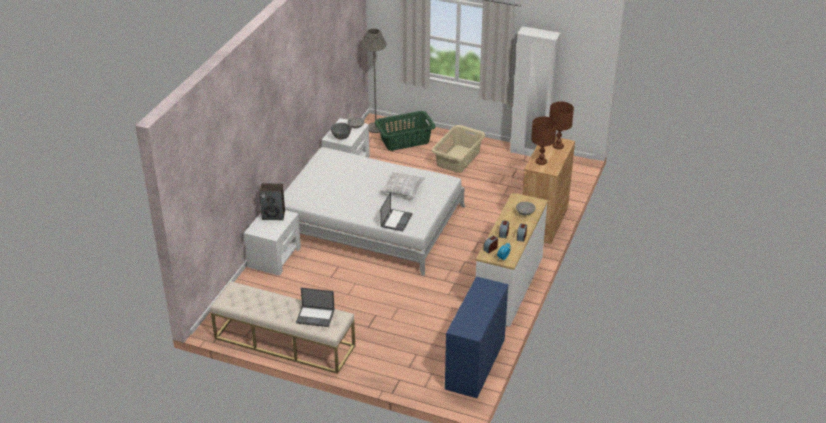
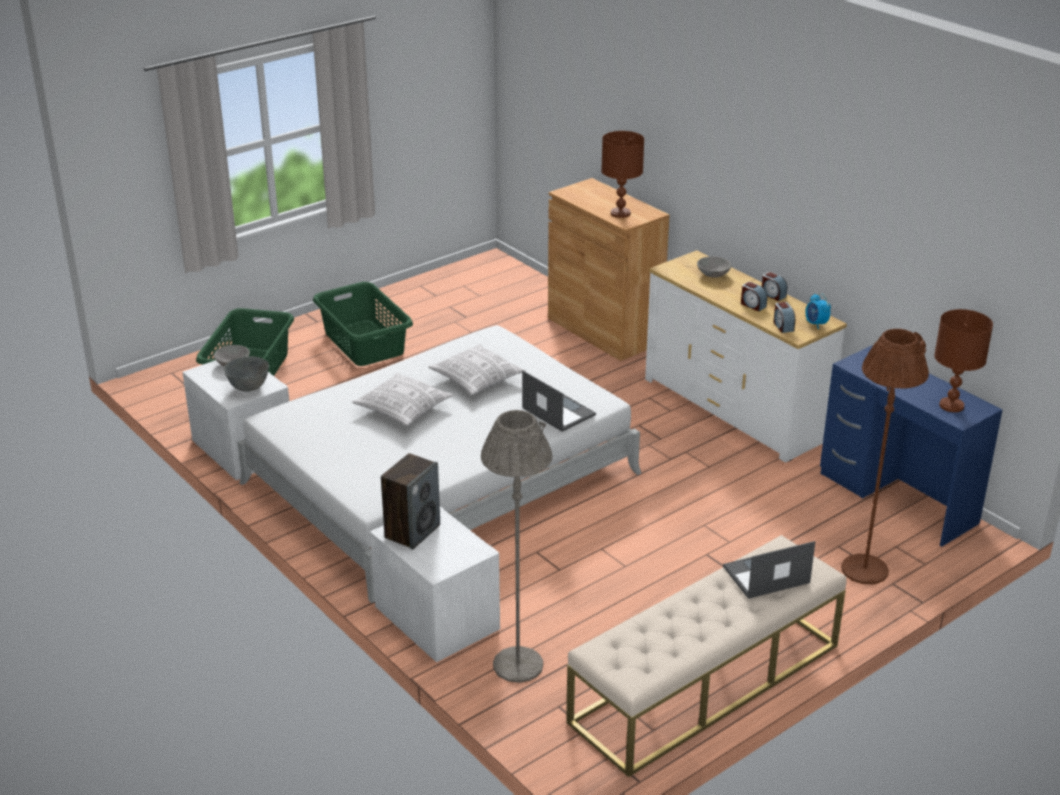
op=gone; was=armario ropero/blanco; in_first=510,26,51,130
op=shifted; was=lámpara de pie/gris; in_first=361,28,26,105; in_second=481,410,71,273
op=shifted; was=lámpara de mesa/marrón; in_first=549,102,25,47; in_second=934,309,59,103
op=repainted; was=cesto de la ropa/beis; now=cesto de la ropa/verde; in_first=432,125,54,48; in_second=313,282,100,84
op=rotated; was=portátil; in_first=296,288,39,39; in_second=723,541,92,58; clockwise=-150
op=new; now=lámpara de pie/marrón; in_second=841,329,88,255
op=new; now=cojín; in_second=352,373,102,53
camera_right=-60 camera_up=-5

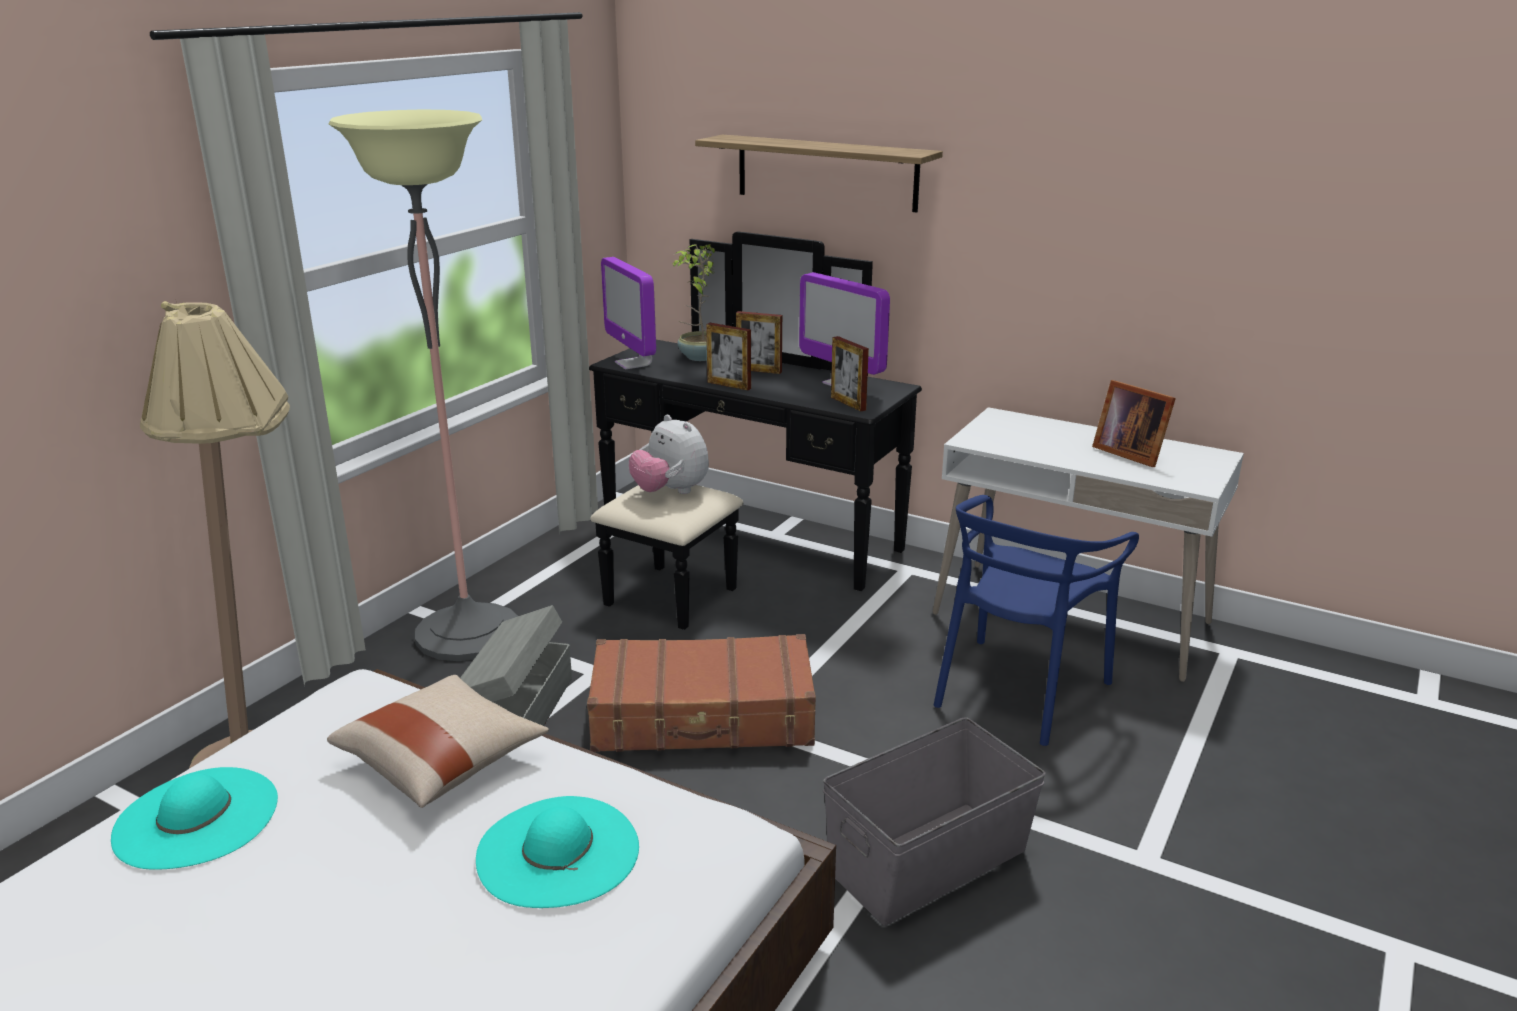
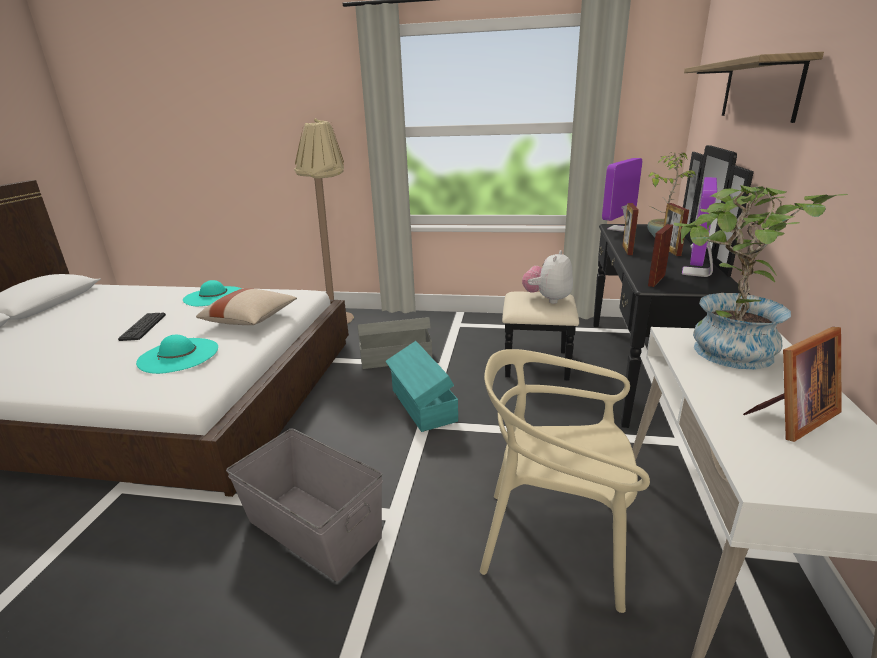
op=gone; was=lámpara de pie; in_first=329,109,189,552
op=rotated; was=portarretratos; in_first=1092,380,84,87; in_second=743,327,99,115; clockwise=-150
op=repainted; was=silla/azul; now=silla/beis; in_first=934,495,205,251; in_second=480,349,170,264
op=swapped; was=maleta/marrón; now=caja de almacenaje/turquesa; in_first=587,634,229,118; in_second=386,341,72,91
op=new; now=planta en maceta; in_second=674,185,174,184
op=new; now=teclado; in_second=118,312,48,29
camera_right=70 camera_up=0

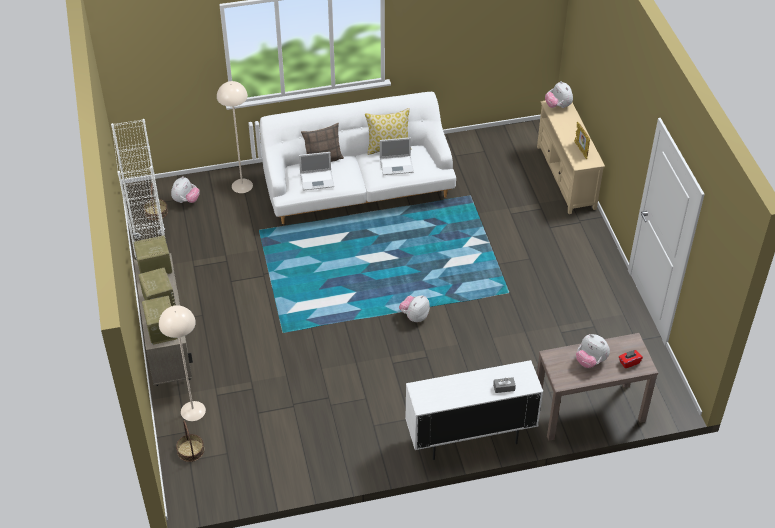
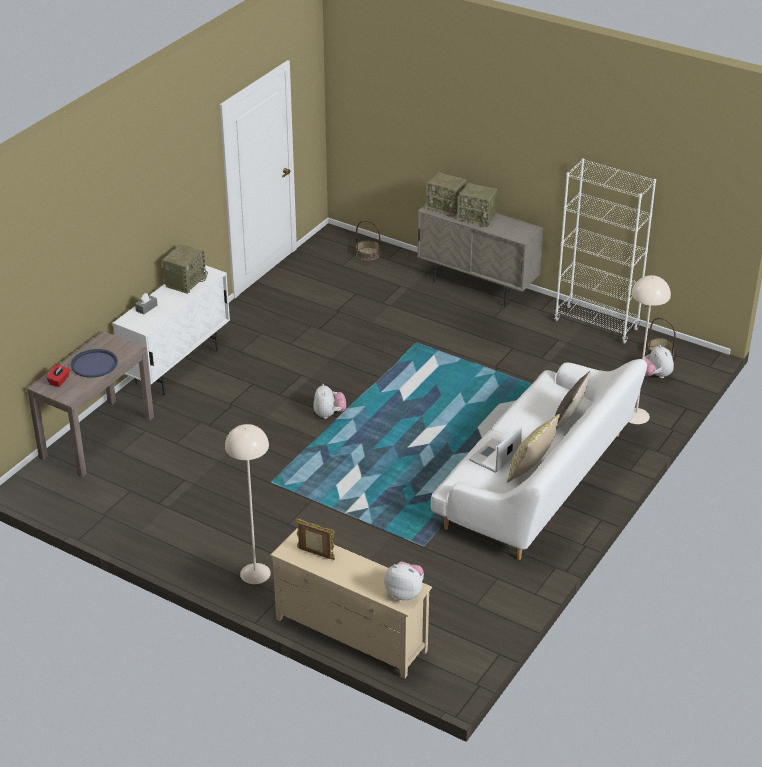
op=gone; was=portátil; in_first=299,152,35,39
op=shifted; was=radio; in_first=133,235,39,39; in_second=162,244,46,50
op=shifted; was=lámpara de pie/beis; in_first=159,305,47,116; in_second=225,424,46,160
op=swapped; was=peluche; now=bandeja/azul; in_first=576,334,34,34; in_second=71,349,47,29
camera_right=135 camera_up=-10

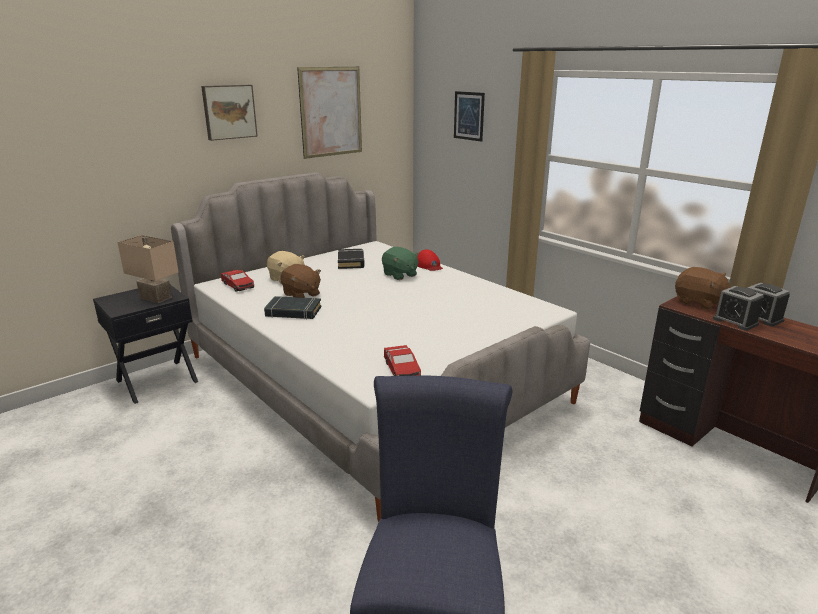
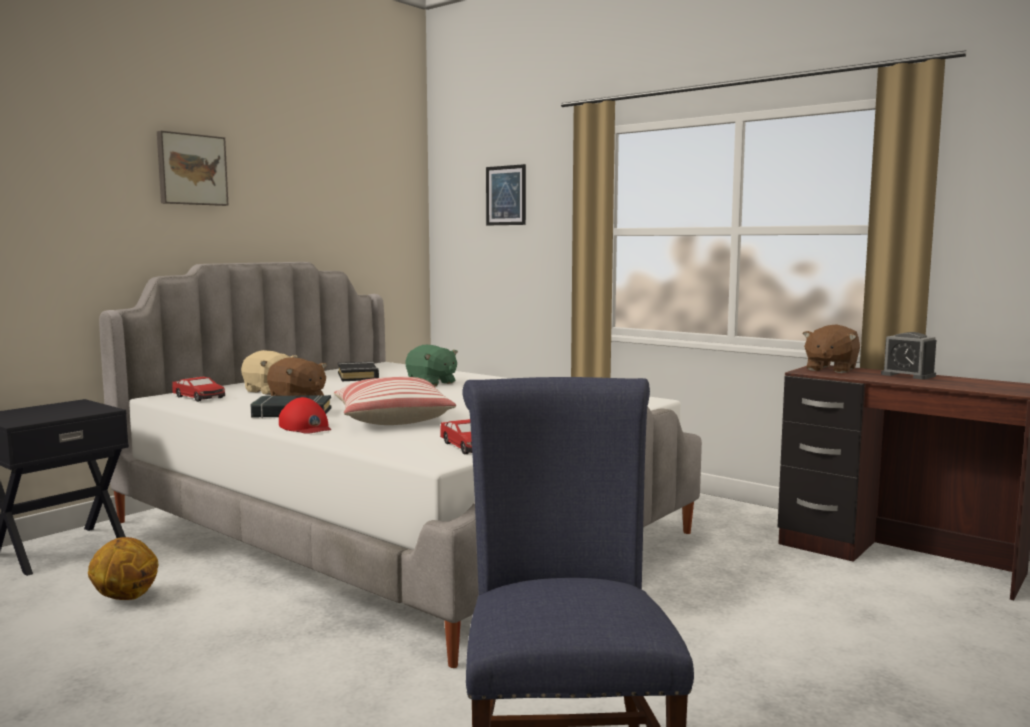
op=gone; was=cuadro; in_first=297,67,65,92
op=gone; was=lámpara de mesa/beis; in_first=117,235,62,68
op=shifted; was=gorra/rojo; in_first=417,249,26,22; in_second=279,397,53,37
op=rotated; was=peluche/marrón; in_first=675,267,56,43; in_second=802,324,58,49; clockwise=90
op=gone; was=despertador; in_first=713,286,51,45
op=new; now=cojín; in_second=334,377,122,48
op=new; now=balón de baloncesto; in_second=88,537,70,63
camera_right=-10 camera_up=-15

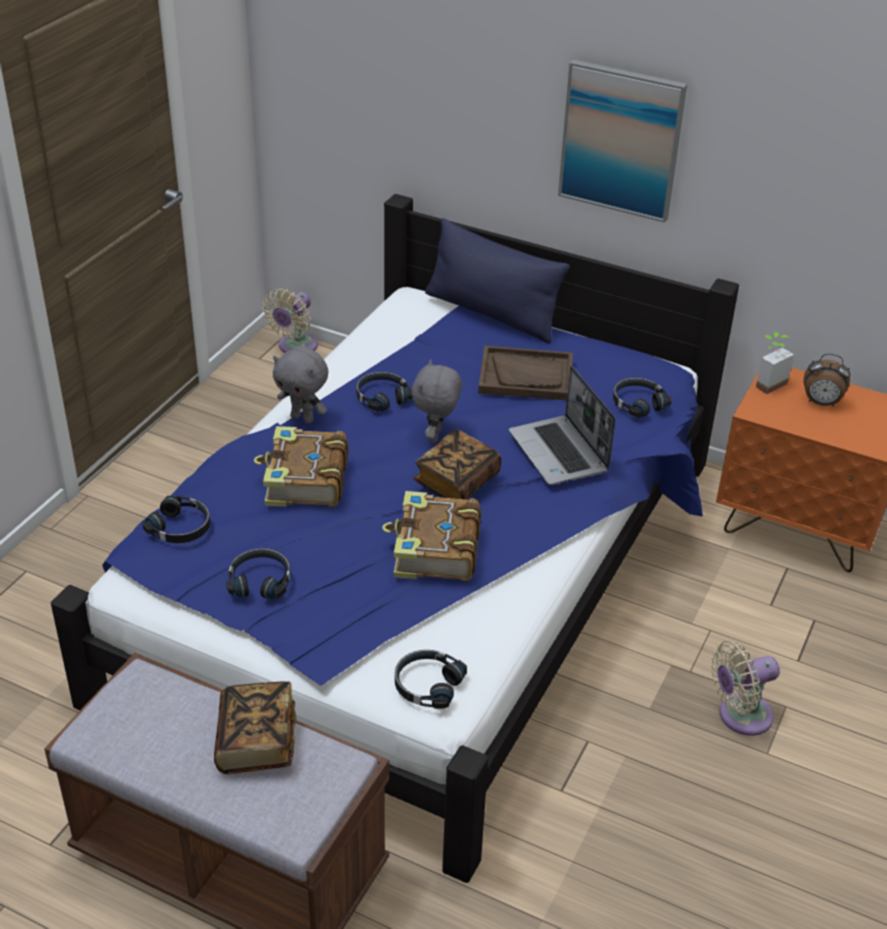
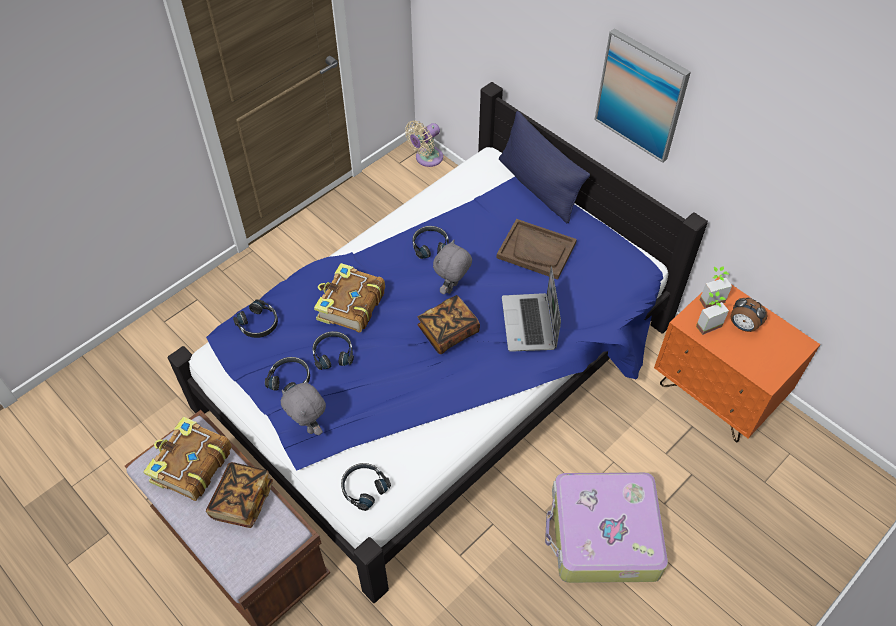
op=shifted; was=peluche/gris; in_first=273,347,55,77; in_second=281,383,45,52
op=shifted; was=auriculares/negro; in_first=613,378,58,40; in_second=312,331,42,39
op=shifted; was=libro; in_first=382,491,99,90; in_second=143,417,89,84
op=swapped; was=ventilador/beis; now=maleta; in_first=711,641,69,95; in_second=545,472,123,111
op=new; now=planta en maceta; in_second=696,291,33,44
camera_right=20 camera_up=15

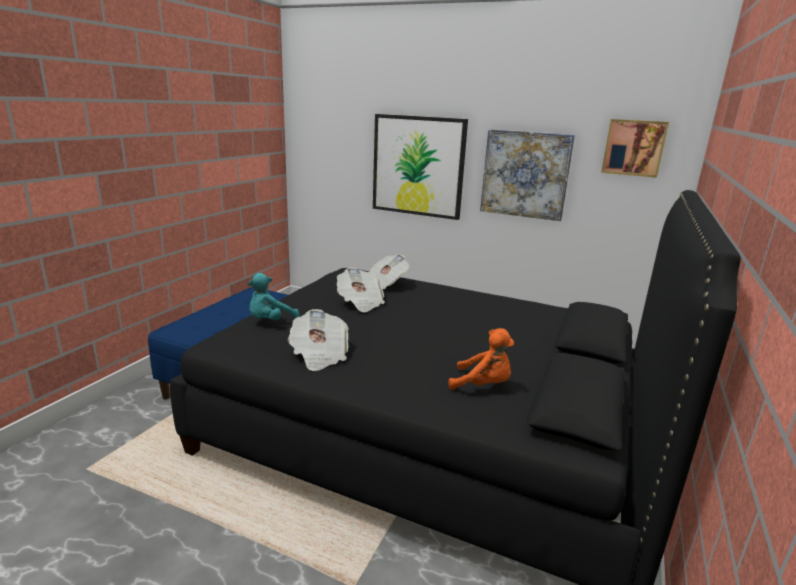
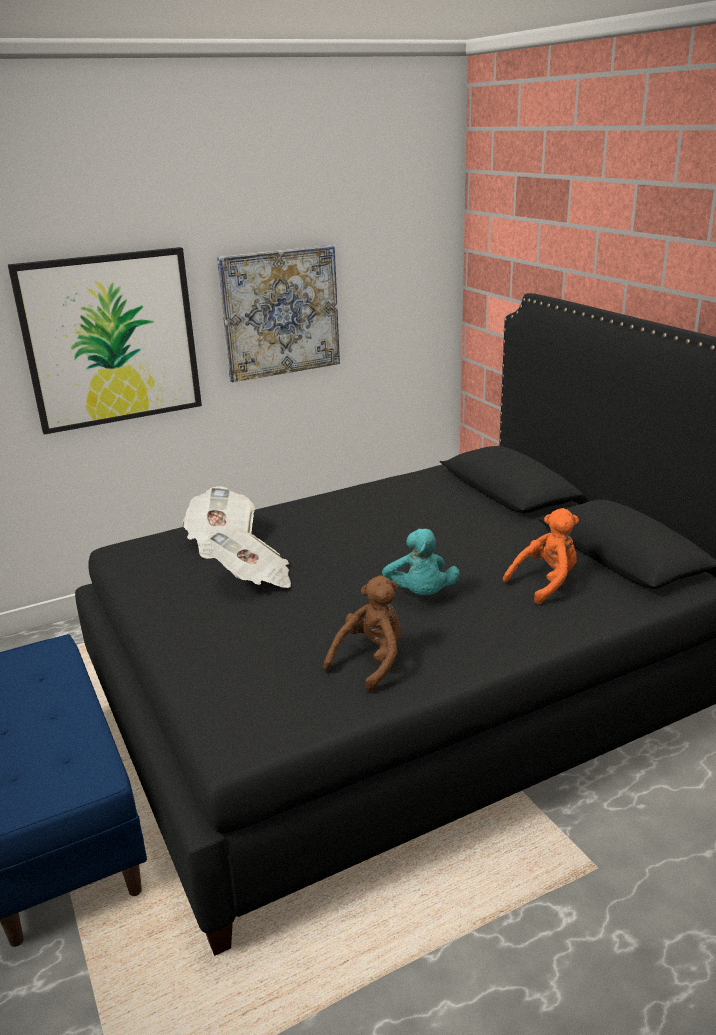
op=gone; was=cuadro; in_first=601,119,68,59
op=shifted; was=peluche/turquesa; in_first=248,273,52,47; in_second=382,529,78,66
op=swapped; was=periódico; now=peluche/marrón; in_first=288,309,61,62; in_second=323,575,78,117
camera_right=-50 camera_up=5

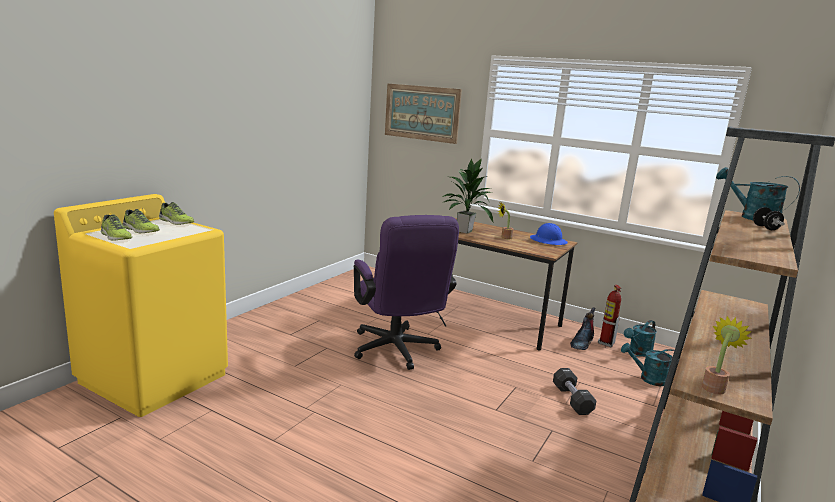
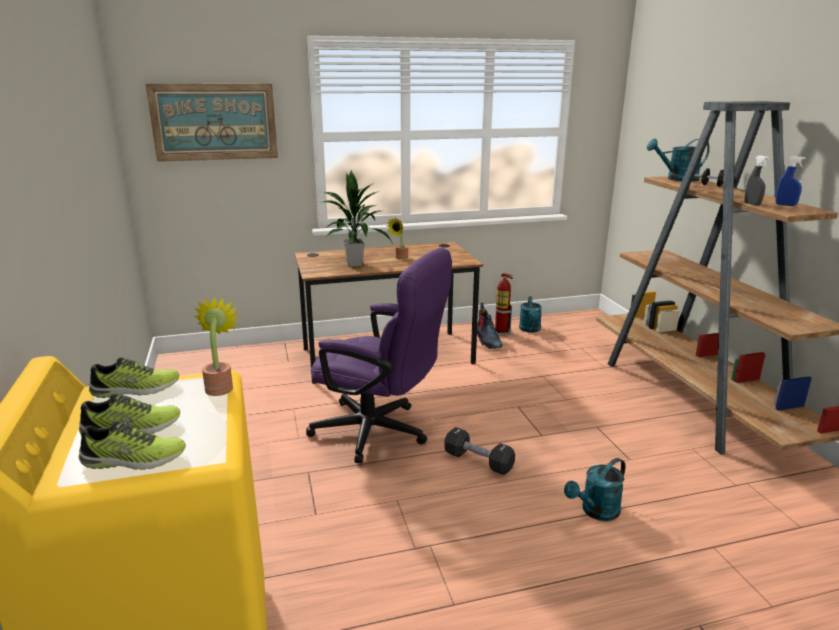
op=gone; was=casco/azul; in_first=530,223,38,22
op=shifted; was=planta en maceta; in_first=702,316,50,78; in_second=195,297,45,99
op=shifted; was=regadera/turquesa; in_first=621,343,54,43; in_second=564,458,61,63
op=shifted; was=mancuerna/negro; in_first=553,368,44,47; in_second=444,427,71,48
op=new; now=pulverizador/gris; in_second=744,155,25,50
op=new; now=pulverizador/azul; in_second=775,156,31,50
camera_right=-45 camera_up=5

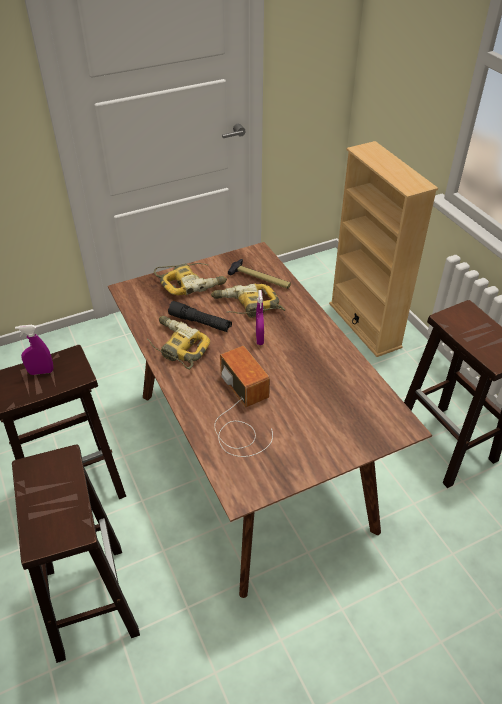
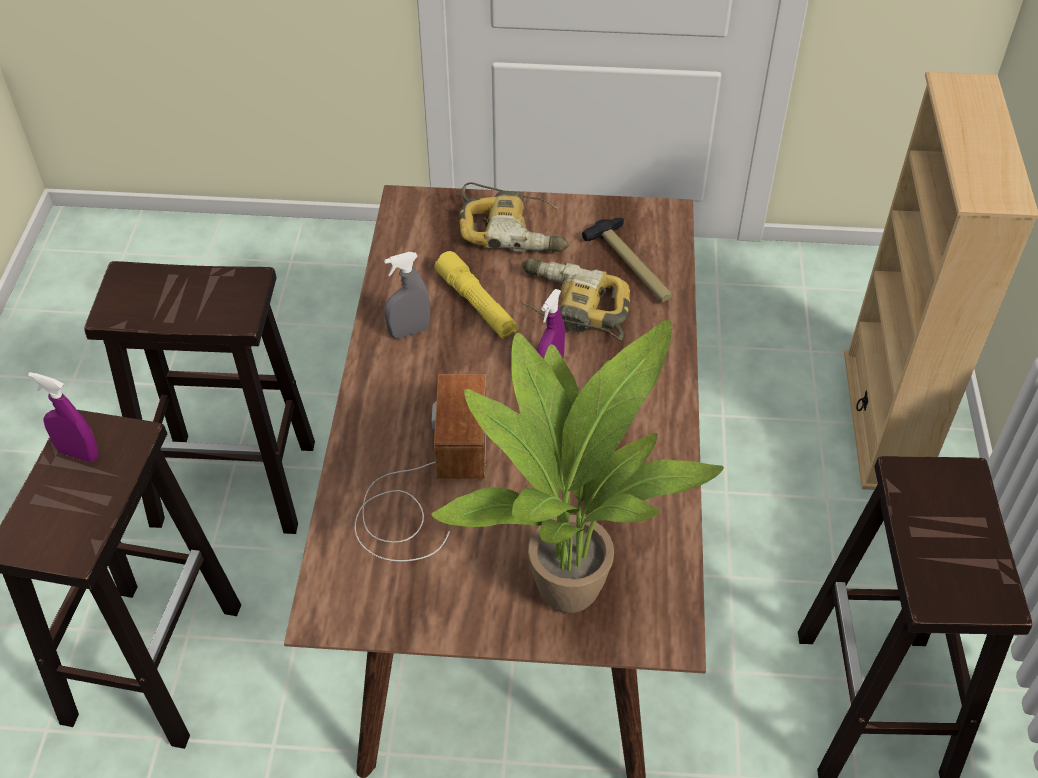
op=repainted; was=linterna/negro; now=linterna/amarillo; in_first=168,301,64,31; in_second=435,251,83,88
op=swapped; was=taladro; now=pulverizador/gris; in_first=147,316,63,54; in_second=384,252,46,87
op=shifted; was=pulverizador/morado; in_first=15,325,38,50; in_second=28,372,71,90
op=new; now=planta en maceta; in_second=432,320,292,293
camera_right=30 camera_up=5

